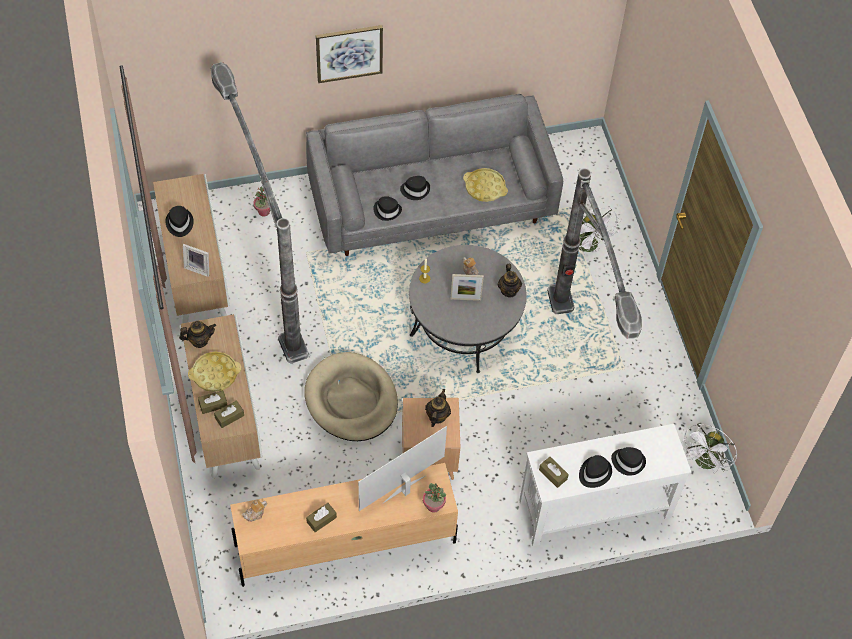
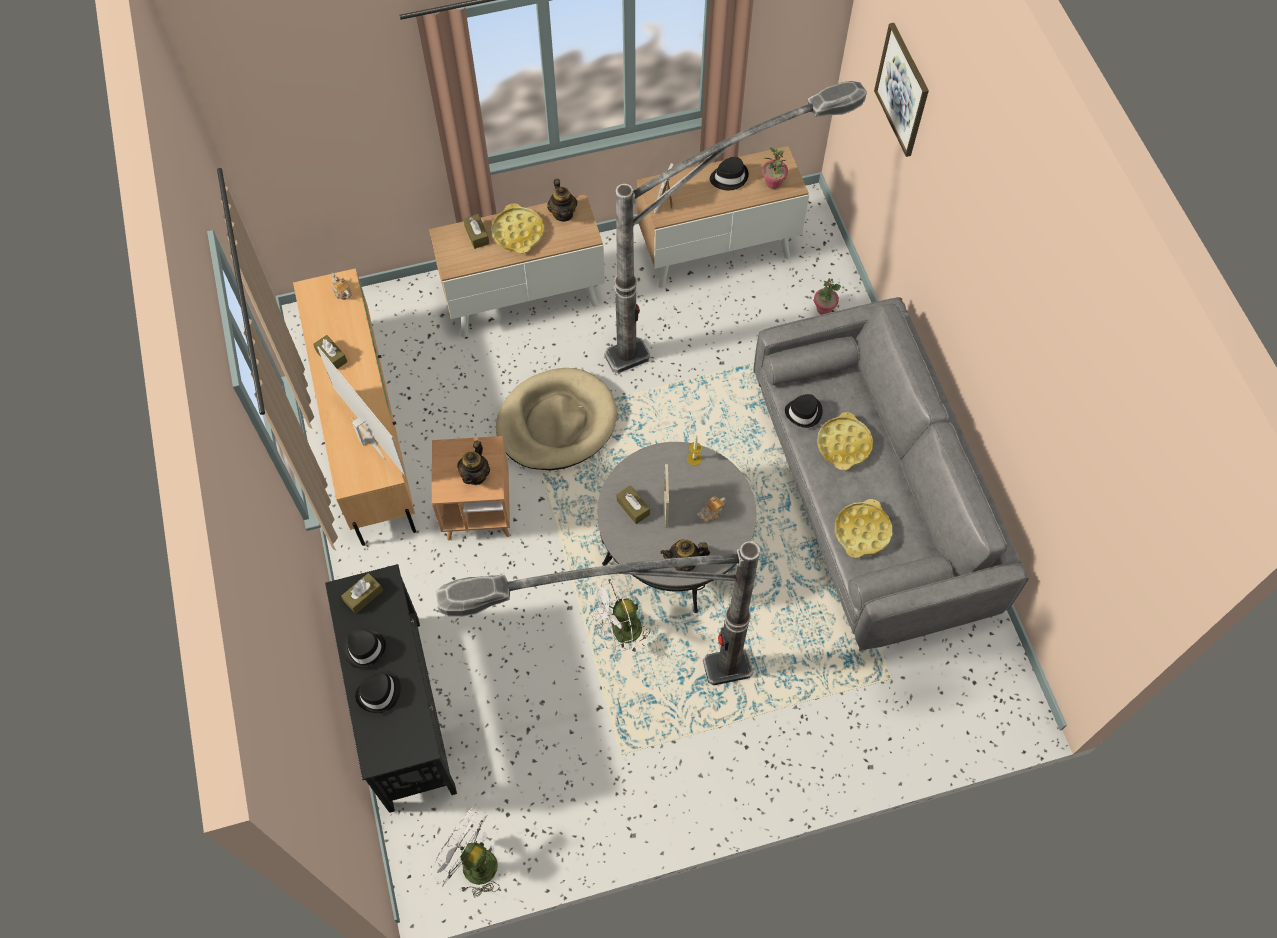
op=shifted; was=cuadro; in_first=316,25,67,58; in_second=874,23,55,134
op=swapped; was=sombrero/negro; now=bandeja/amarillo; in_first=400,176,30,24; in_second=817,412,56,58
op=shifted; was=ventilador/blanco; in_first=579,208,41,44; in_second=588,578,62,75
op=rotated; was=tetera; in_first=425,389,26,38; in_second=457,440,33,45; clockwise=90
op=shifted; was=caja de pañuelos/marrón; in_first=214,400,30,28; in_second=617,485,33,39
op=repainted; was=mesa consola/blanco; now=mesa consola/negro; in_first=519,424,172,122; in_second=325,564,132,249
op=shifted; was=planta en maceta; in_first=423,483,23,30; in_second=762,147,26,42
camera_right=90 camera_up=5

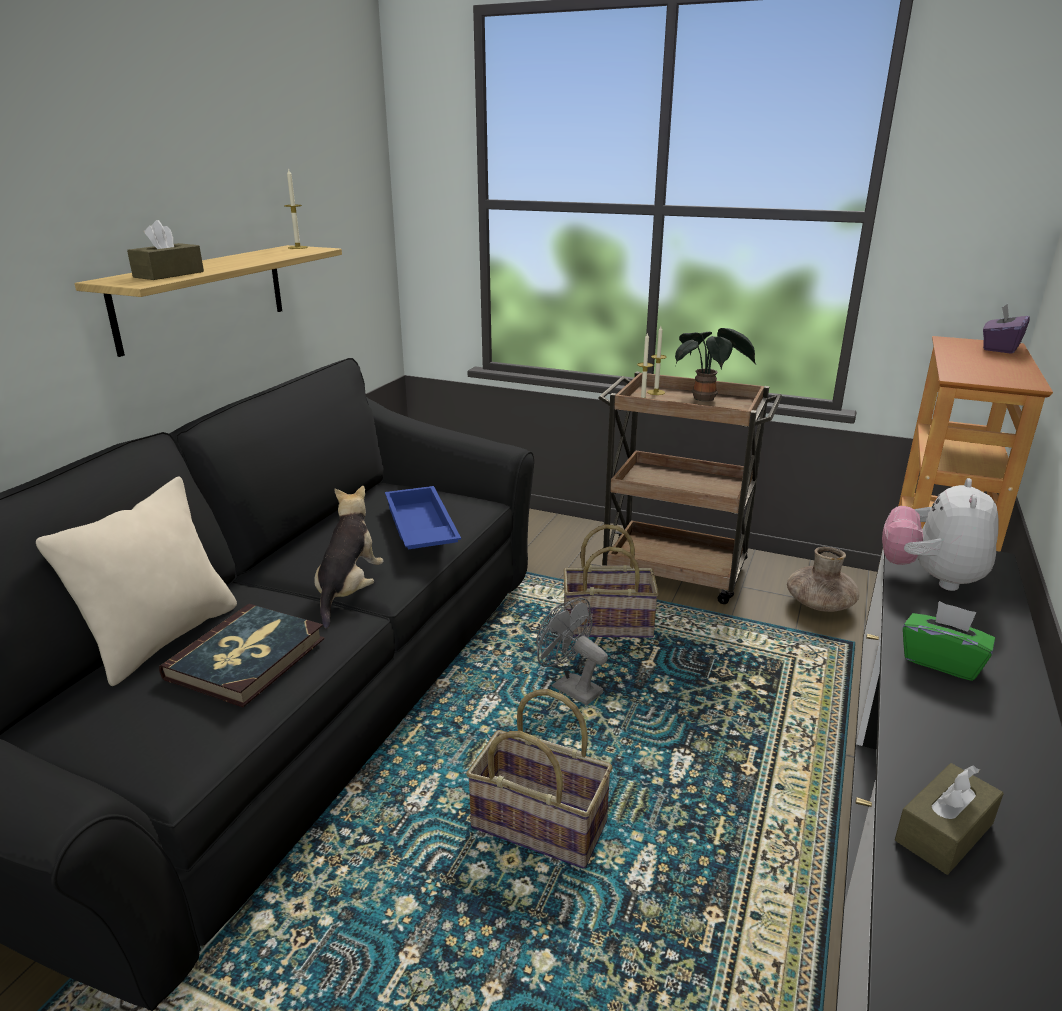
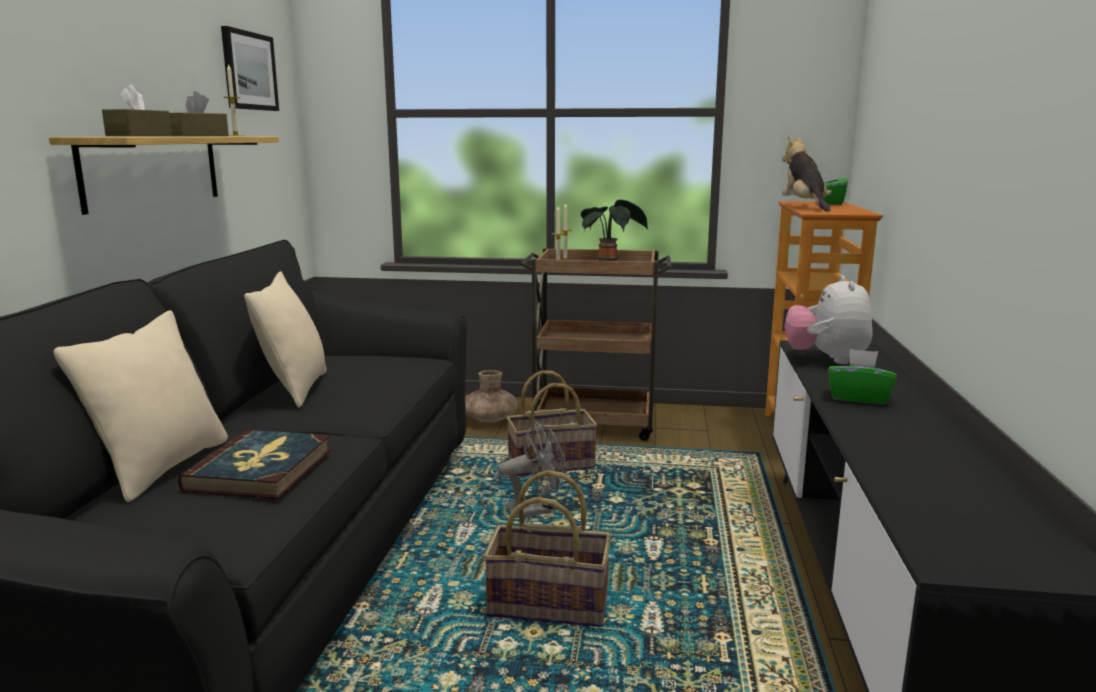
op=repainted; was=caja de pañuelos/morado; now=caja de pañuelos/verde; in_first=983,303,47,51; in_second=823,170,25,35
op=shifted; was=peluche; in_first=314,486,70,143; in_second=782,136,50,76
op=gone; was=bandeja/azul; in_first=385,486,76,63
op=shifted; was=florero/marrón; in_first=787,547,72,65; in_second=465,370,53,53
op=rotated; was=ventilador/gris; in_first=536,598,72,107; in_second=498,421,67,97; clockwise=135
op=shifted; was=caja de pañuelos/marrón; in_first=895,763,109,112; in_second=169,91,60,45
op=new; now=cuadro; in_second=221,26,58,85
op=new; now=cojín/beis; in_second=244,271,83,137
camera_right=-15 camera_up=-10

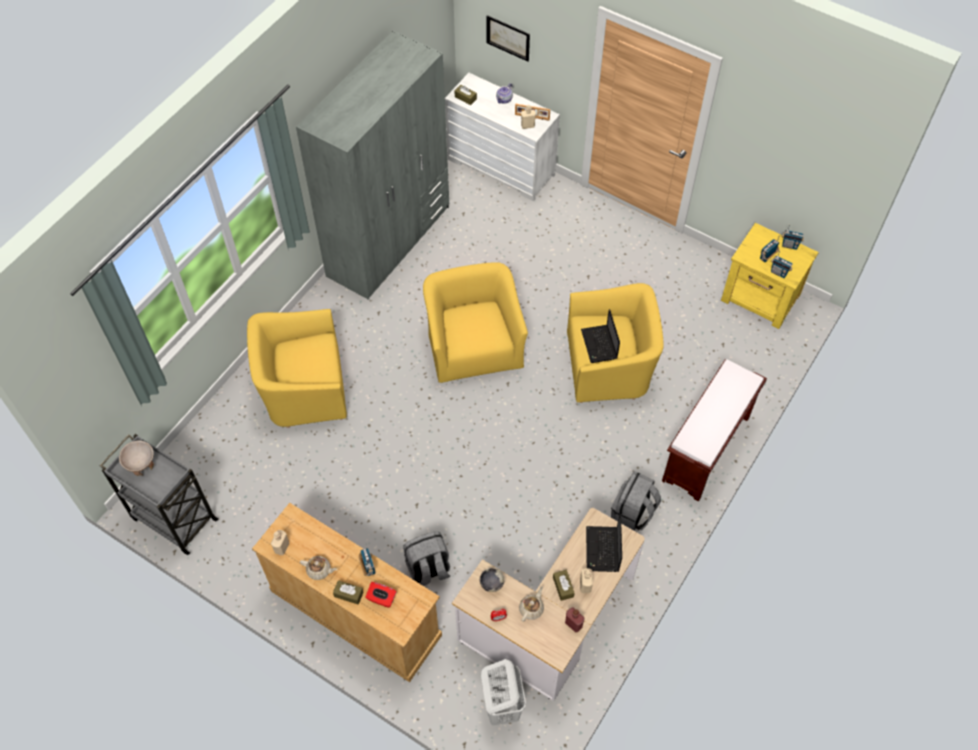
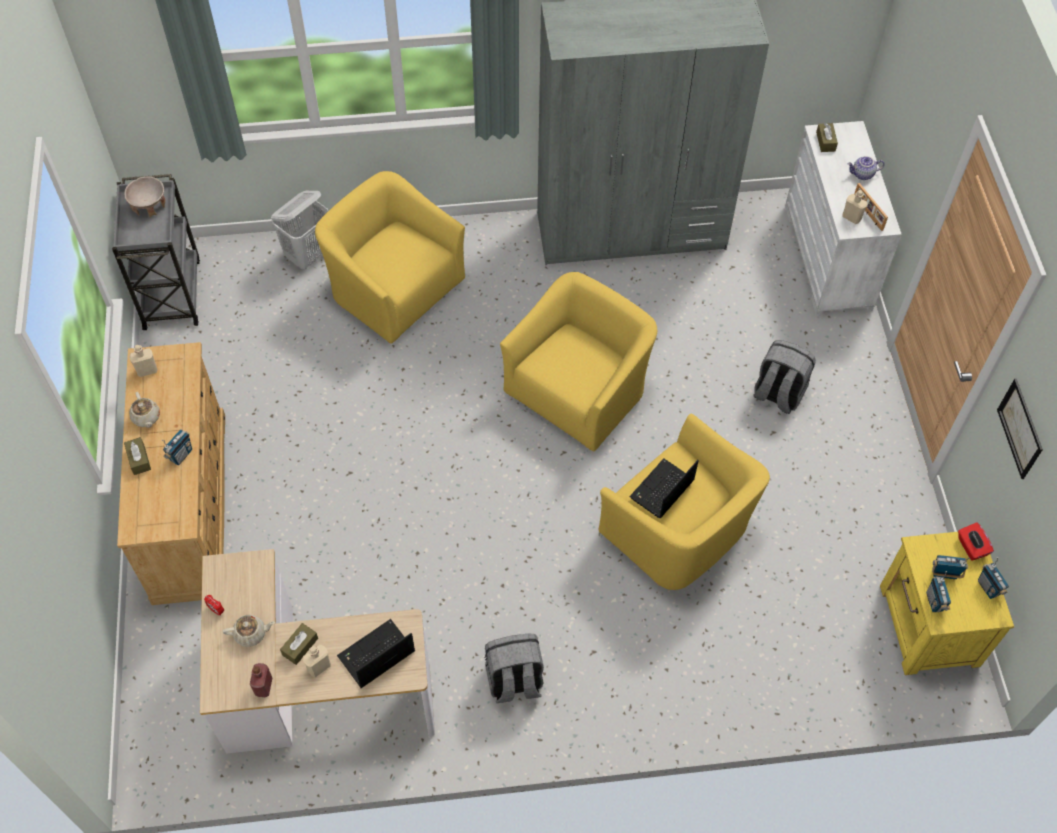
op=shifted; was=cuadro; in_first=486,15,44,46; in_second=997,379,46,100
op=gone; was=banco/marrón; in_first=662,359,105,143
op=shifted; was=mochila/gris; in_first=403,531,47,55; in_second=753,340,63,74
op=gone; was=cuenco; in_first=480,568,25,24
op=shifted; was=caja de pañuelos/rojo; in_first=365,582,32,26; in_second=958,522,36,39
op=shifted; was=cesto de la ropa/blanco; in_first=481,659,45,66; in_second=271,191,57,78
camera_right=50 camera_up=0

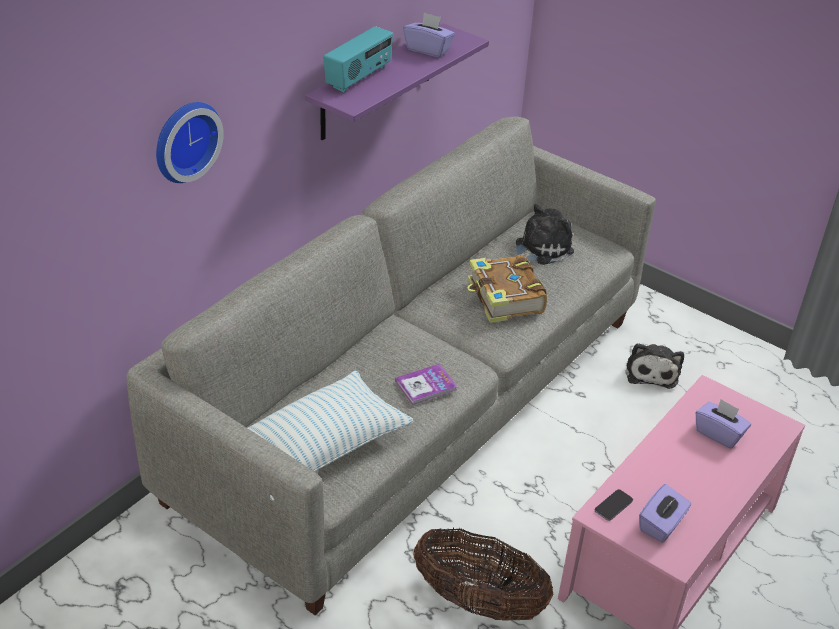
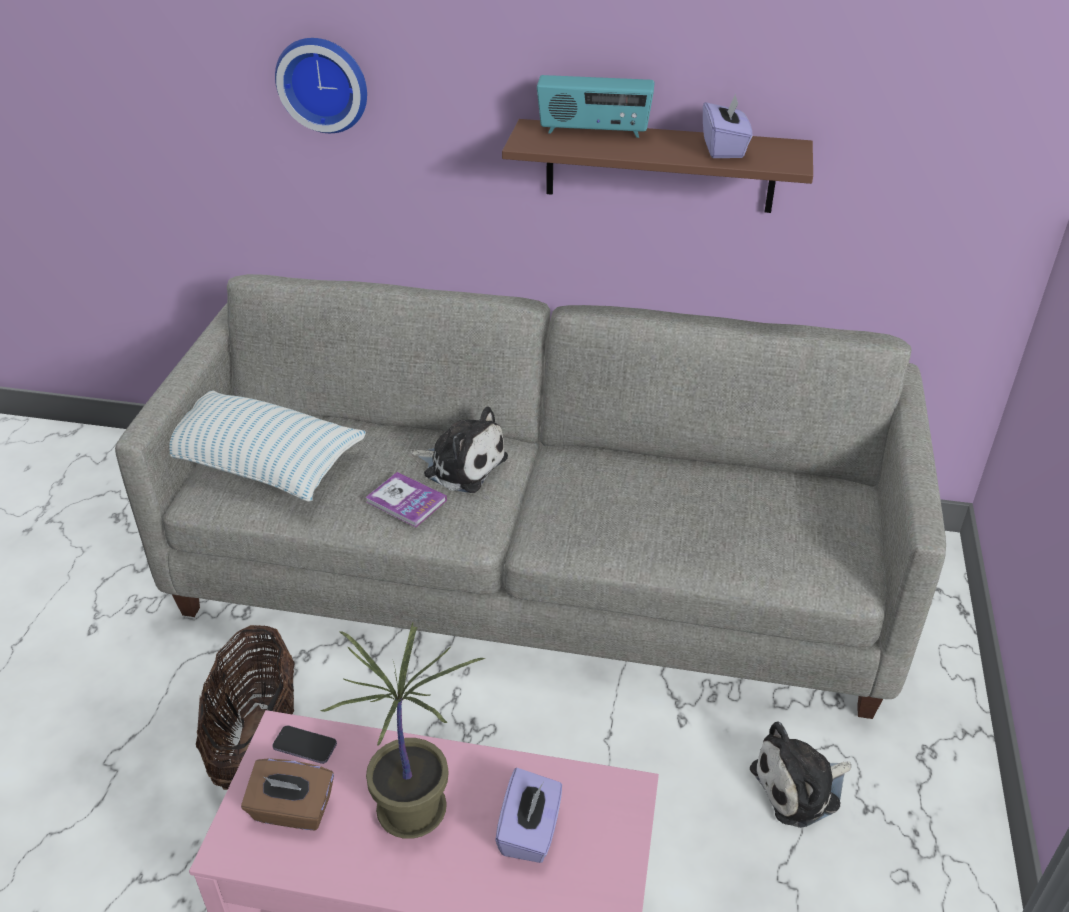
op=repainted; was=estante/morado; now=estante/marrón; in_first=305,23,184,117; in_second=502,119,311,94
op=shifted; was=peluche; in_first=516,204,58,61; in_second=410,406,98,87
op=gone; was=libro; in_first=467,255,80,68
op=repainted; was=caja de pañuelos/morado; now=caja de pañuelos/marrón; in_first=639,484,52,59; in_second=241,758,93,72
op=new; now=planta en maceta; in_second=321,623,164,216
camera_right=65 camera_up=0

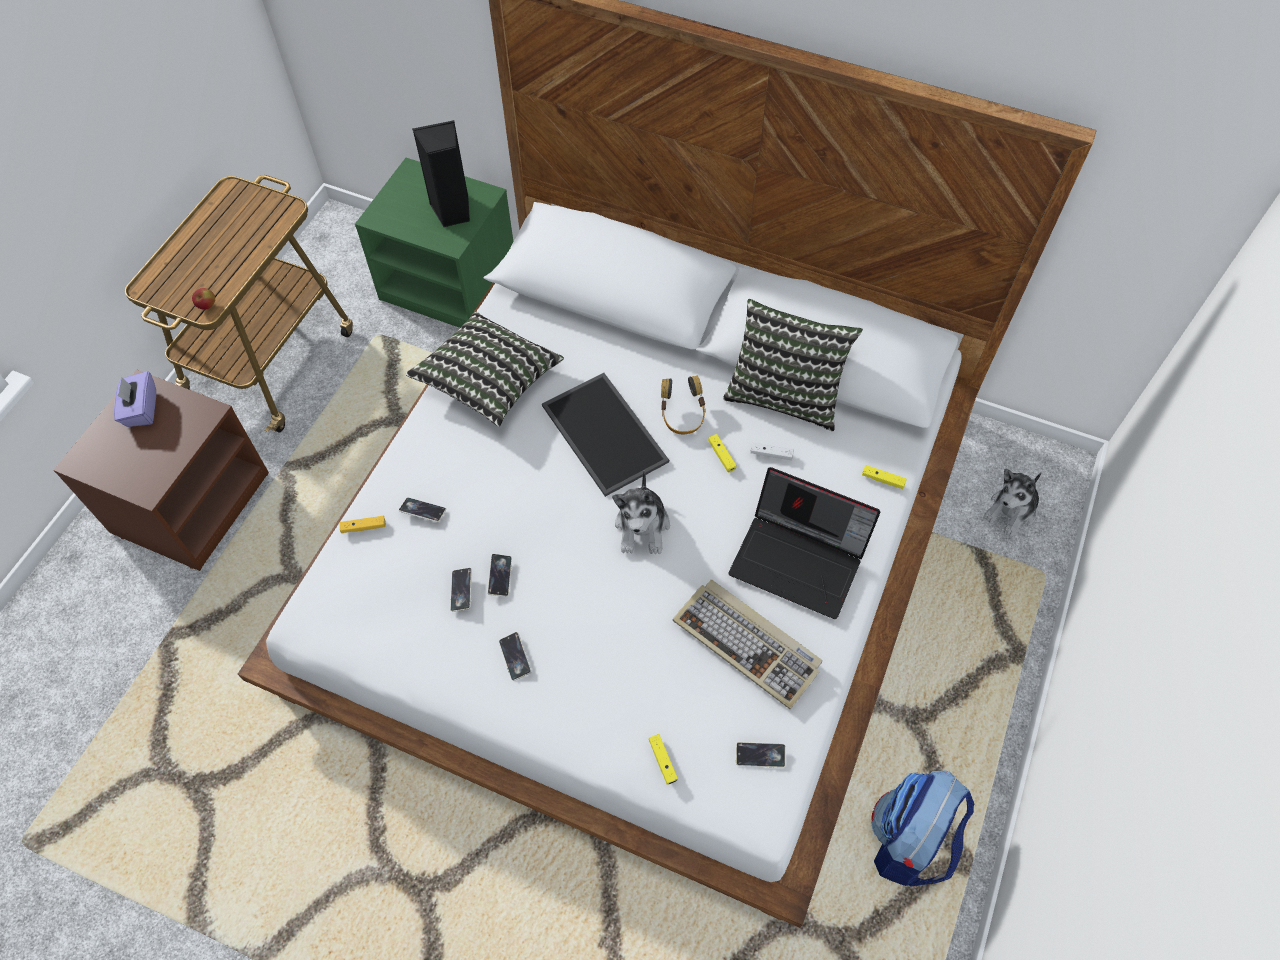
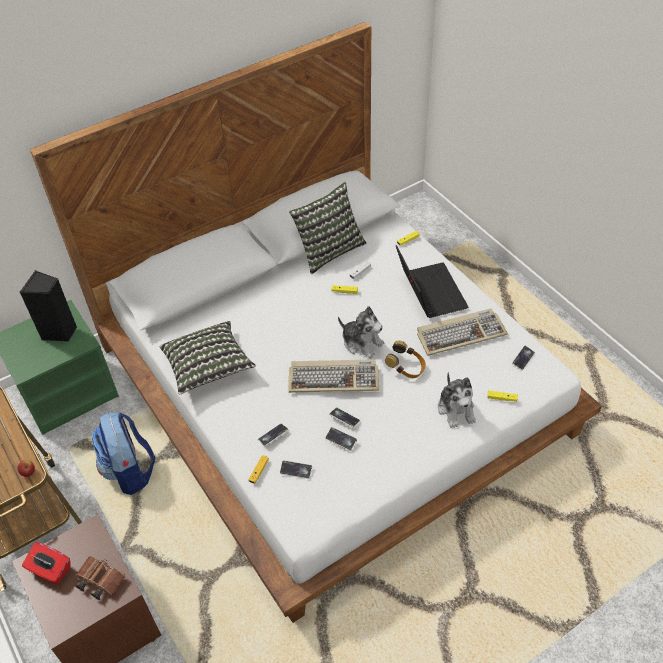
op=repainted; was=caja de pañuelos/morado; now=caja de pañuelos/rojo; in_first=114,371,42,56; in_second=22,542,48,42
op=gone; was=bandeja; in_first=542,373,127,124
op=shifted; was=auriculares; in_first=661,376,45,58; in_second=385,341,41,37
op=rotated; was=portátil; in_first=729,467,151,152; in_second=396,245,73,73; clockwise=-75
op=shifted; was=peluche; in_first=983,468,59,69; in_second=438,372,38,56
op=shifted; was=móvil; in_first=499,632,33,49; in_second=280,460,32,19
op=shifted; was=mochila; in_first=871,771,104,116; in_second=92,412,63,83
op=new; now=teclado; in_second=289,359,90,34
op=new; now=prismáticos/marrón; in_second=75,556,50,44
camera_right=-55 camera_up=-10

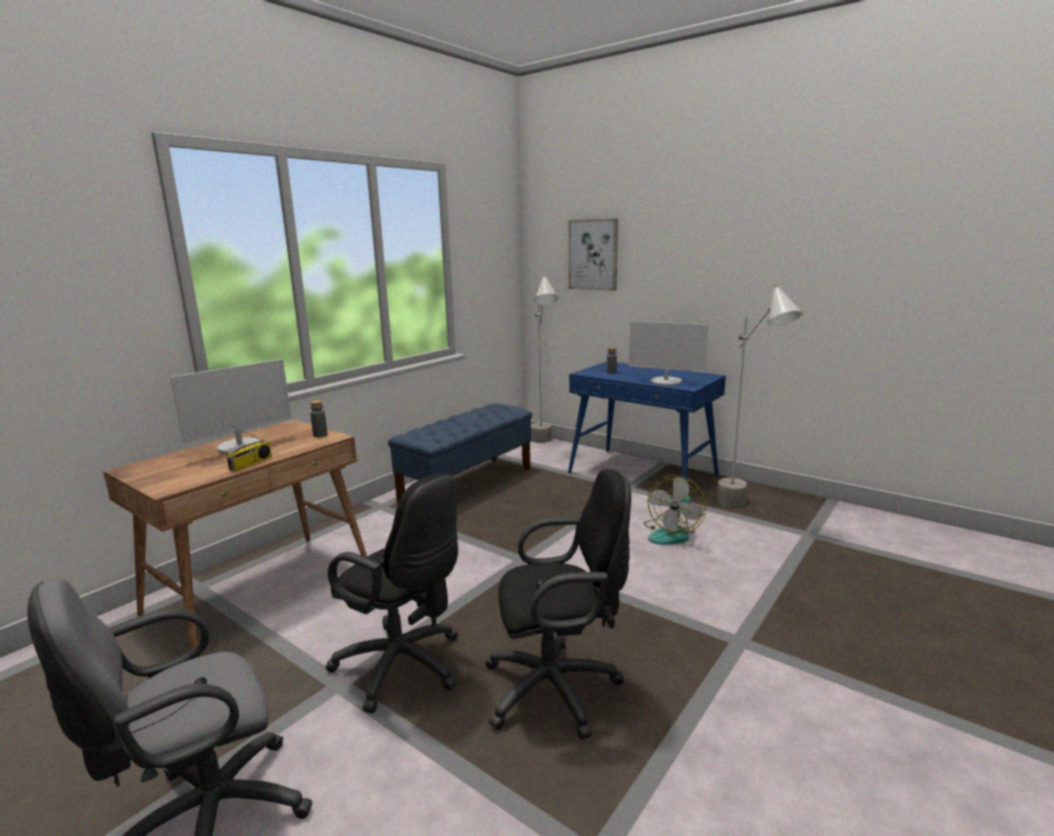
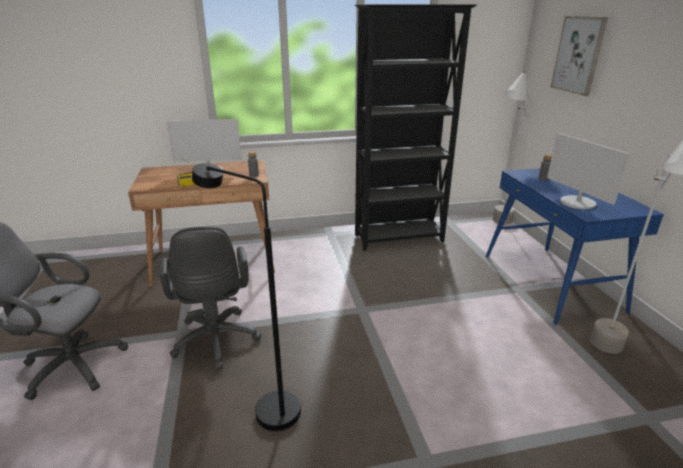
op=swapped; was=banco/azul; now=estantería/negro; in_first=388,403,144,100; in_second=355,4,122,247
op=swapped; was=silla de oficina/negro; now=lámpara de pie/negro; in_first=485,469,146,270; in_second=192,163,109,268
op=gone; was=ventilador; in_first=644,475,62,70
camera_right=40 camera_up=10

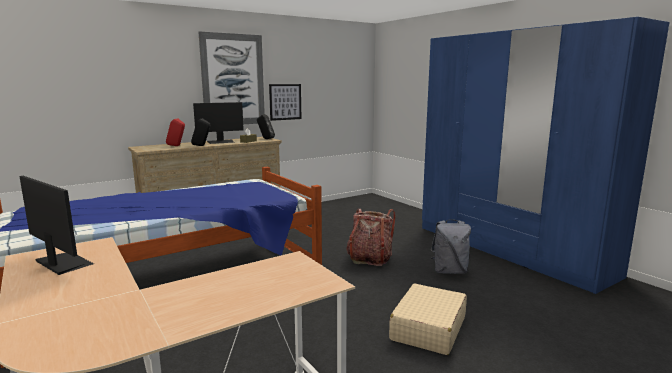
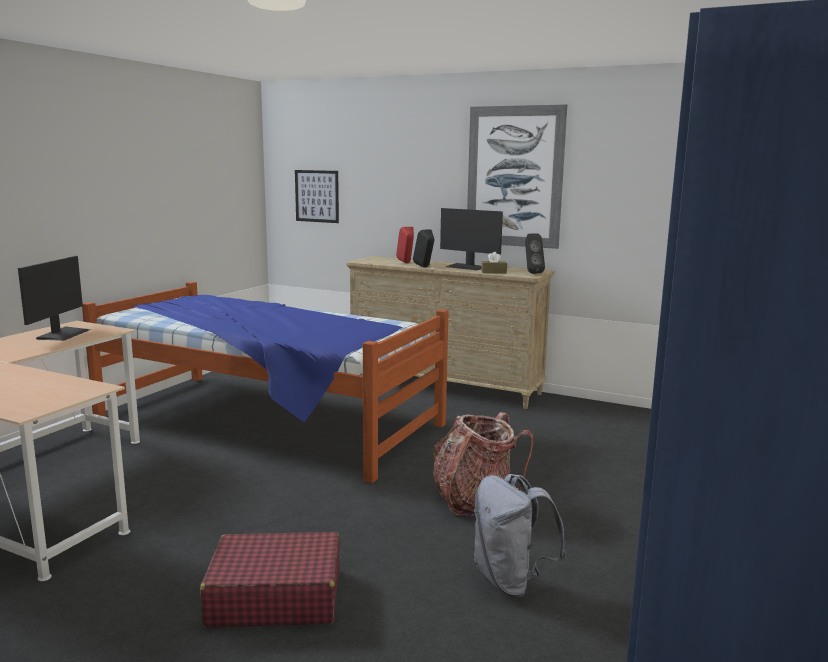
op=shifted; was=cuadro; in_first=269,84,33,37; in_second=295,170,44,53
op=repainted; was=maleta/beis; now=maleta/rojo; in_first=389,284,78,71; in_second=200,532,140,95
camera_right=60 camera_up=0

